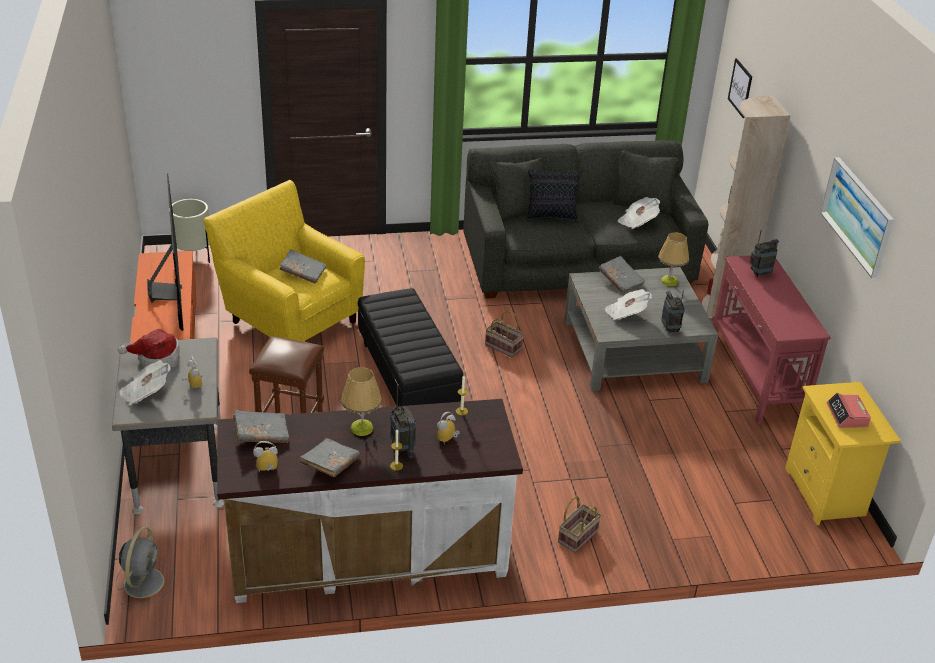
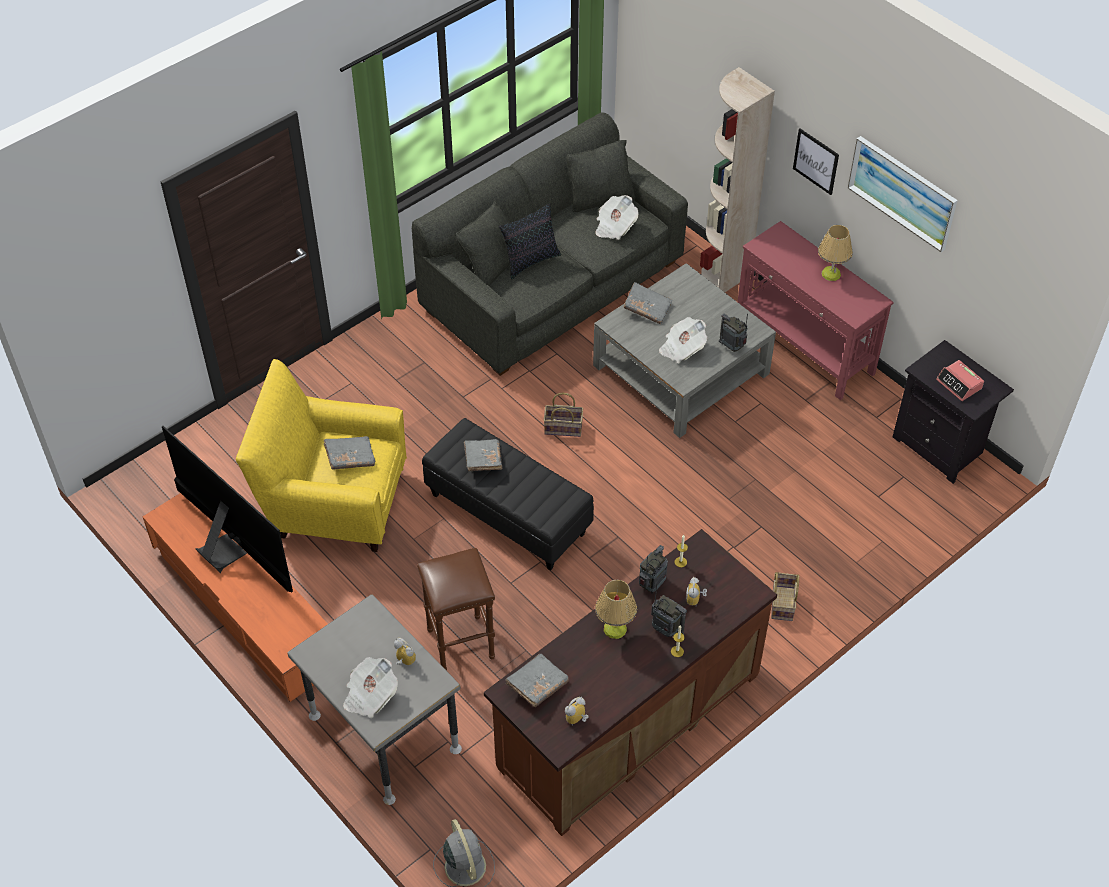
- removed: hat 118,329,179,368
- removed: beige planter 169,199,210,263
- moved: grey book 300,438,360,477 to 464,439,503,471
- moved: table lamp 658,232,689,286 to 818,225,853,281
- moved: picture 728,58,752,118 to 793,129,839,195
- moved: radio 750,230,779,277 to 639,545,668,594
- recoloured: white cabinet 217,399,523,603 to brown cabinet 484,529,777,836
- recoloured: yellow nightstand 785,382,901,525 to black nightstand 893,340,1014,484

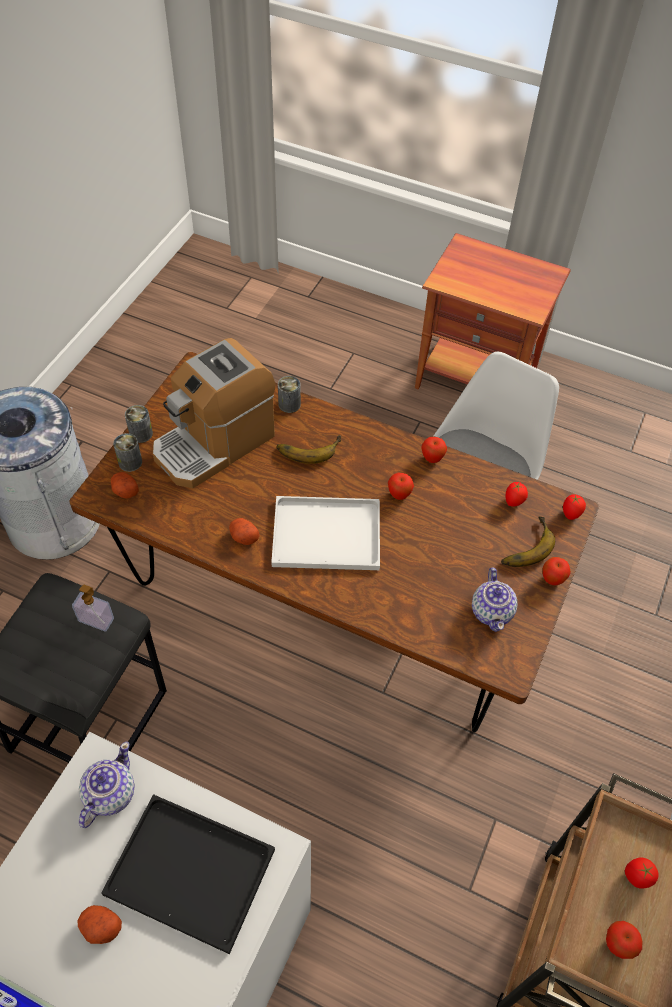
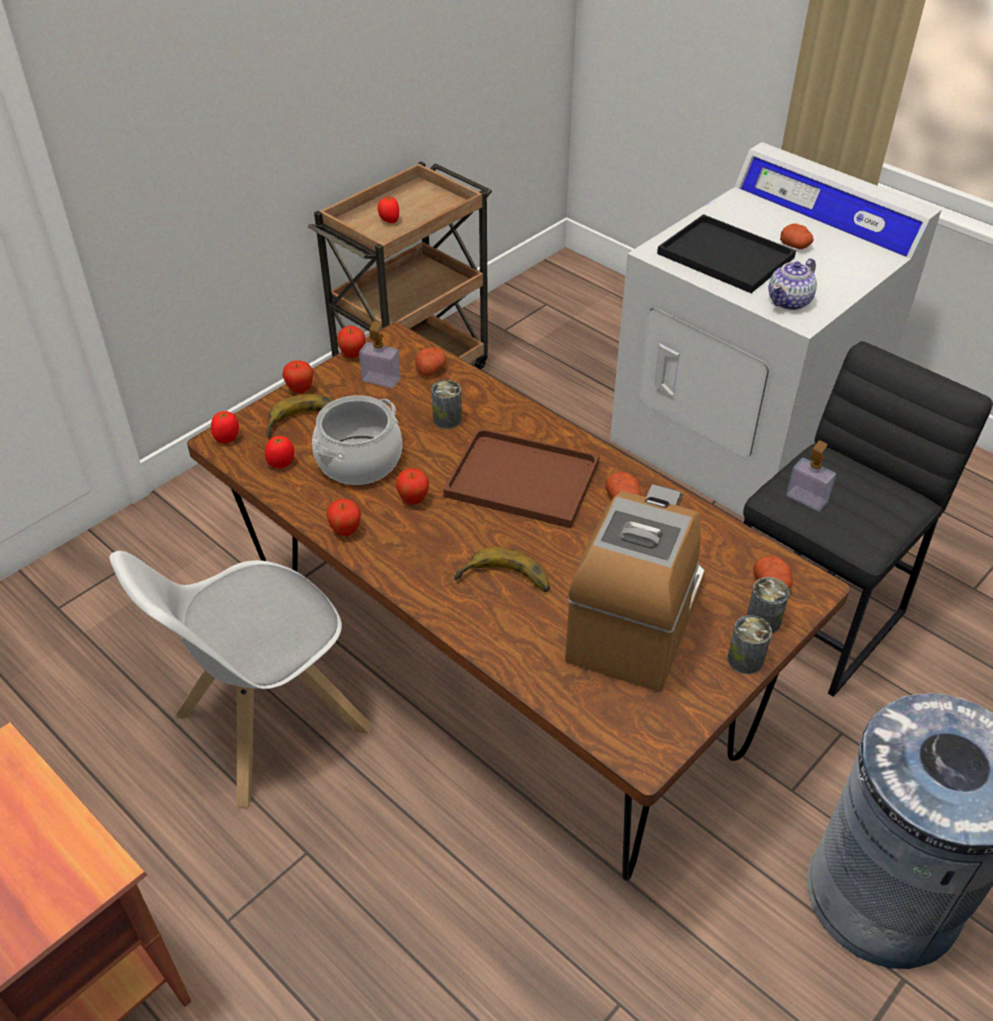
- added: cooking pot 312,395,402,485
- added: potato 415,347,446,377
- moved: can 278,376,301,413 to 432,380,462,429
- moved: apple 606,921,642,959 to 337,326,366,358
- replaced: teapot 472,567,518,632 to soap dispenser 359,321,401,388
- recoloured: white tray 271,496,380,570 to brown tray 443,428,599,528
- turned: coffee machine 153,338,275,488 = 565,484,705,692 45 degrees counterclockwise

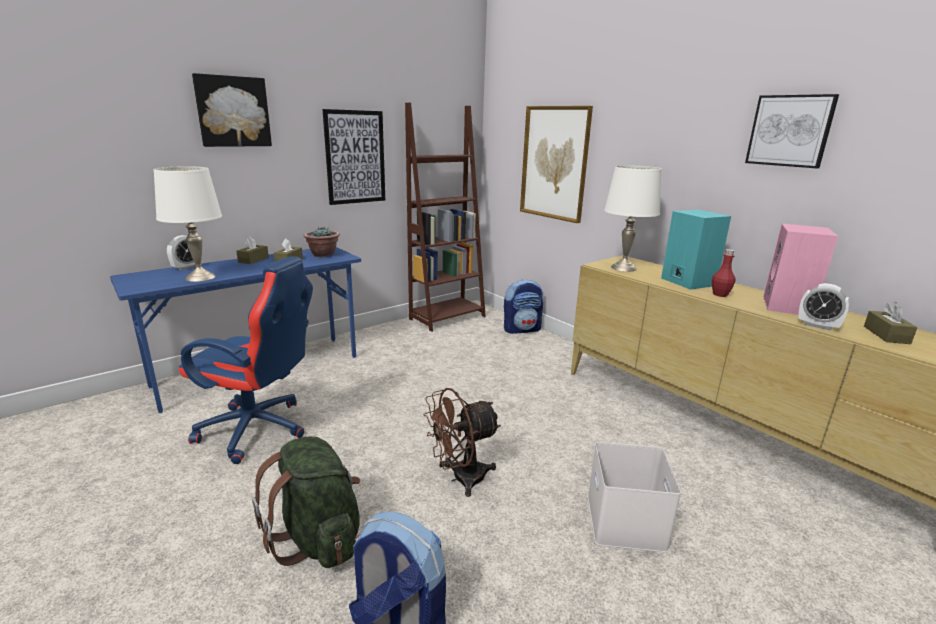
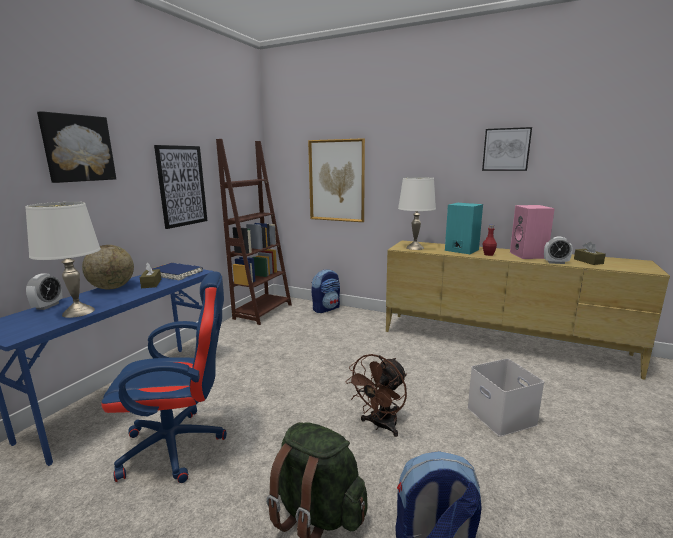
- replaced: brown tissue box 236,237,269,264 to globe 82,245,134,289
- replaced: potted plant 303,226,340,257 to blue book 152,263,203,280

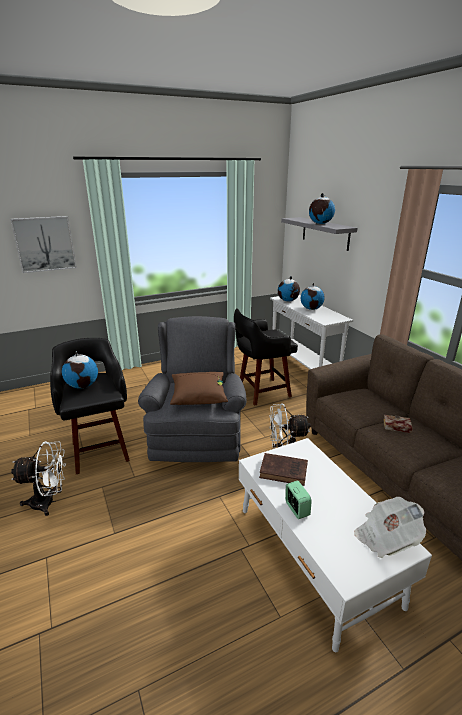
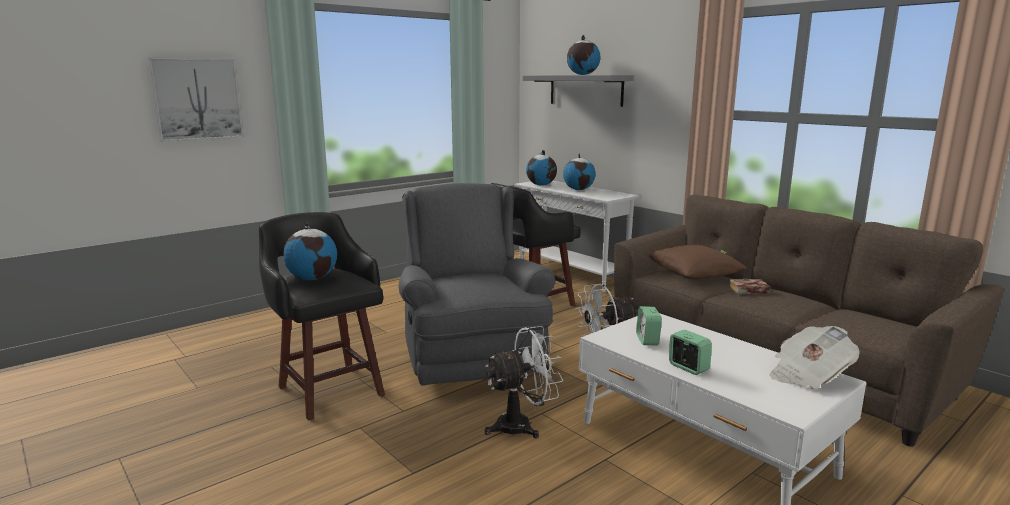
- moved: white fan 11,441,66,516 to 485,326,563,438
- moved: brown pillow 170,372,228,405 to 649,245,747,279
- replaced: brown book 259,453,308,486 to alarm clock 636,306,662,345

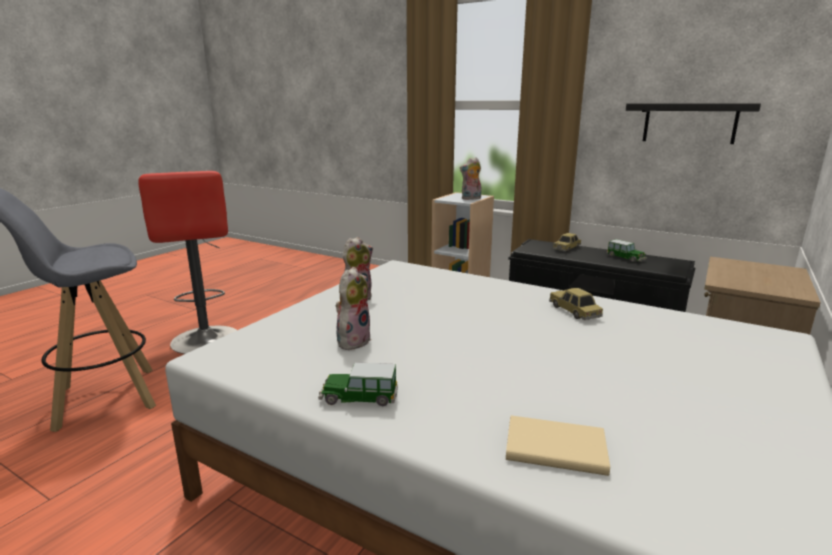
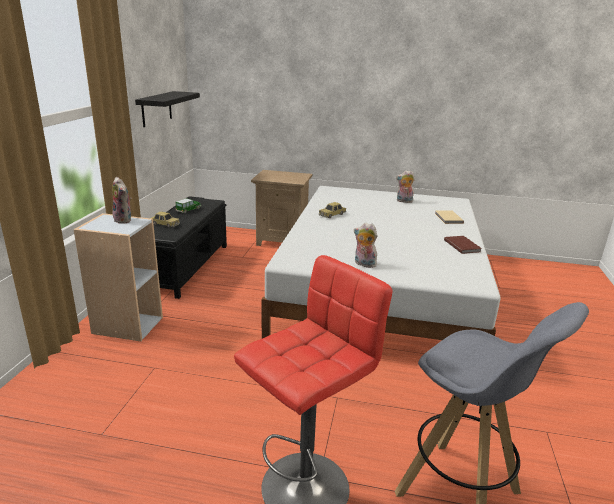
- moved: plush toy 336,267,371,350 to 396,170,415,203
- replaced: toy car 318,362,398,406 to brown book 444,236,482,254

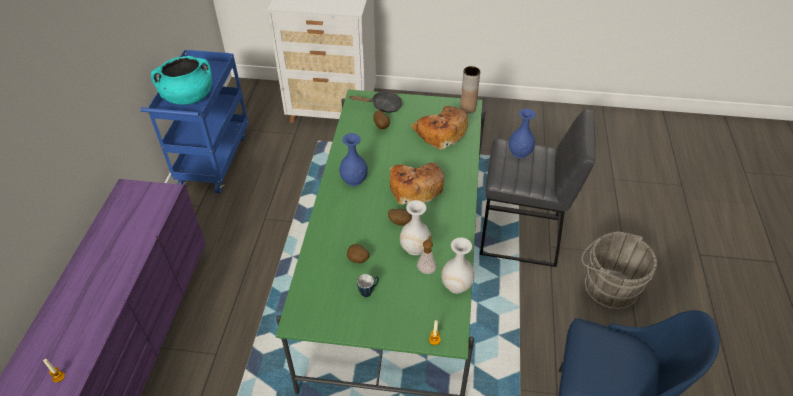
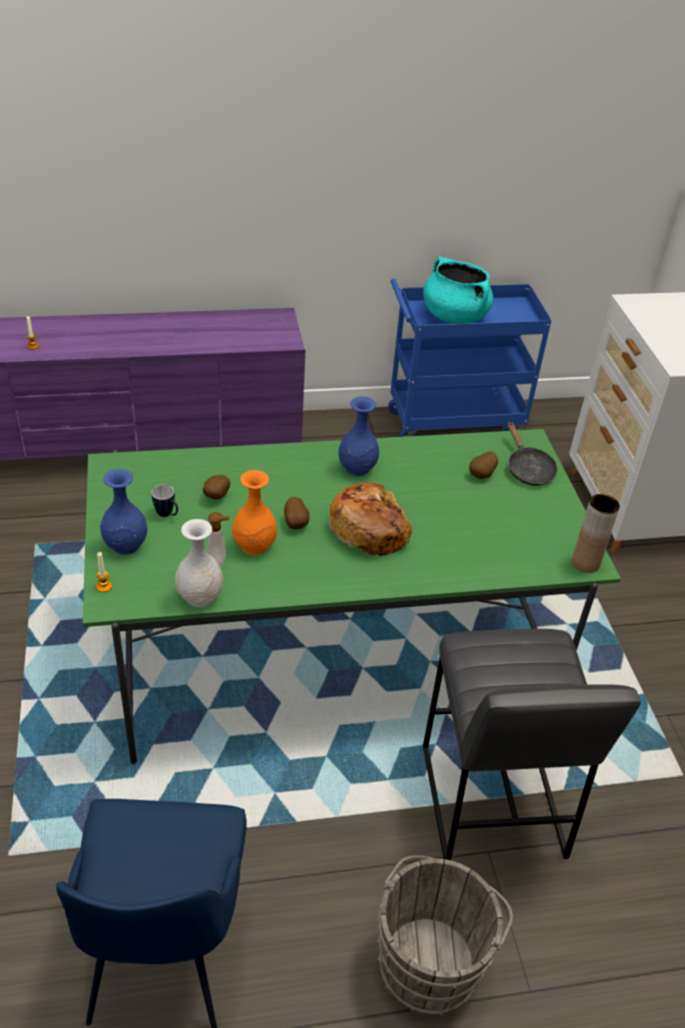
- removed: bread 411,106,468,149
- moved: blue vase 508,109,536,158 to 101,469,147,555
- recoloured: white vase 400,200,431,255 to orange vase 232,470,277,555

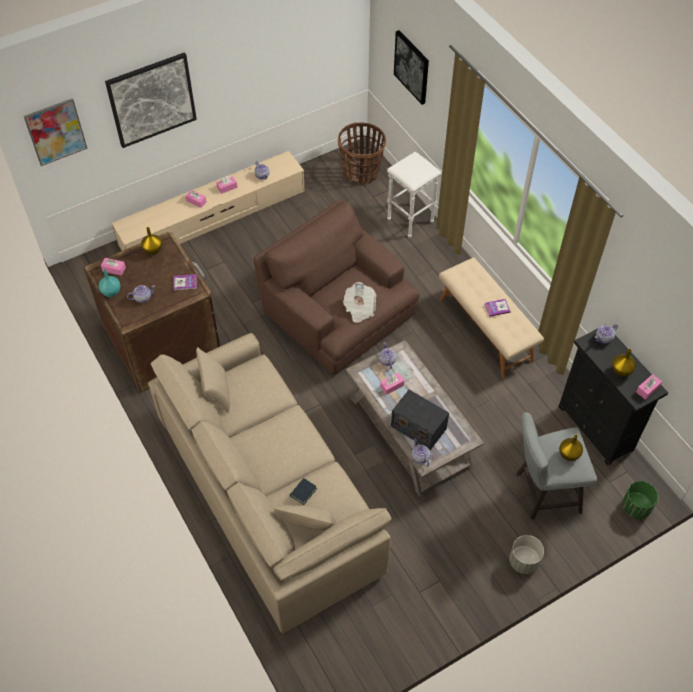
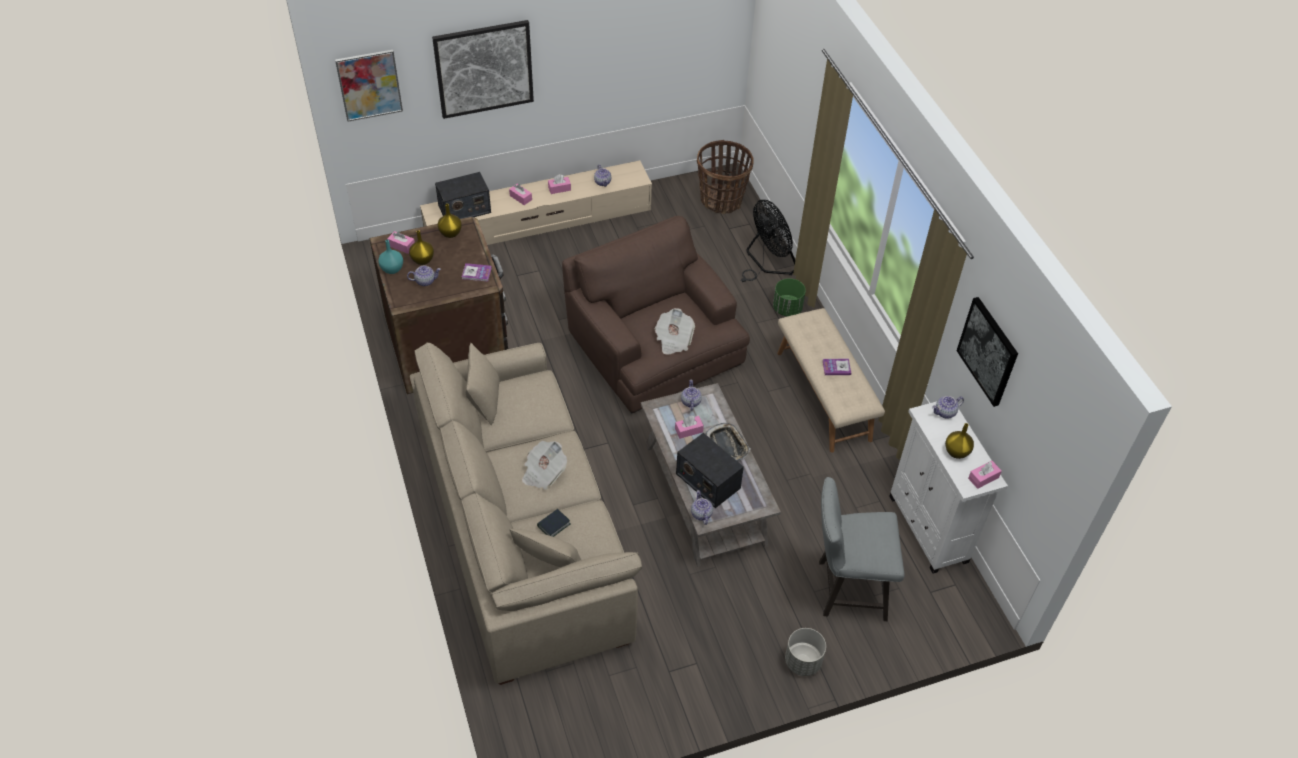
- added: radio 435,172,491,219
- added: newspaper 522,441,567,490
- added: tray 705,423,750,461
- moved: picture 394,30,429,105 to 957,297,1018,407
- moved: yellow vase 559,435,583,461 to 409,230,434,265
- moved: green planter 622,481,658,519 to 773,278,806,316
- replaced: white stool 387,152,441,238 to black fan 741,200,795,282
- recoloured: black cabinet 559,324,668,466 to white cabinet 889,401,1008,574

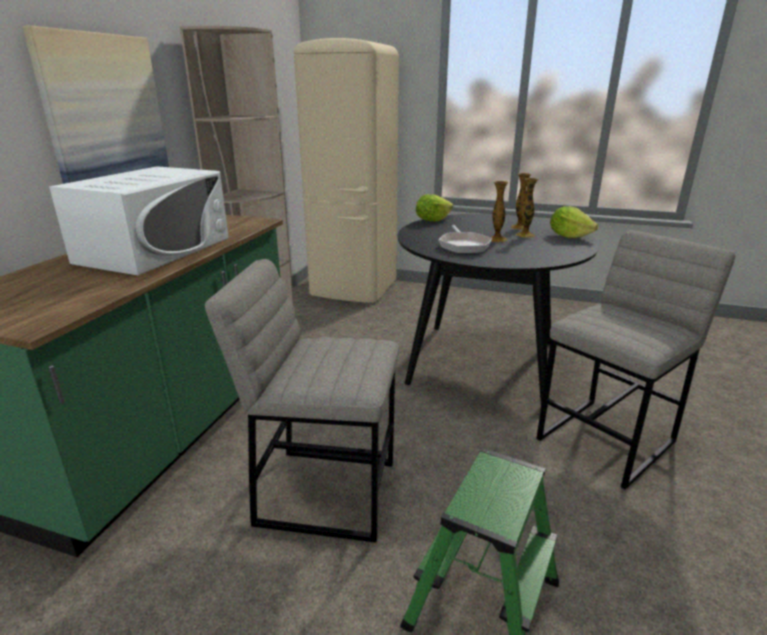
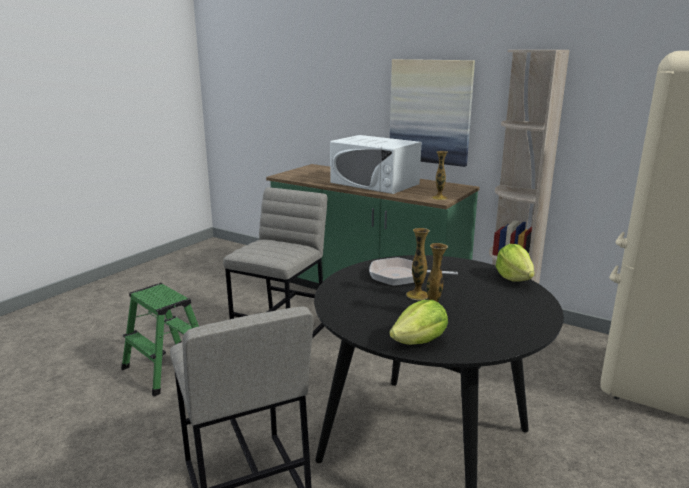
- moved: vase 511,173,531,230 to 432,151,448,200

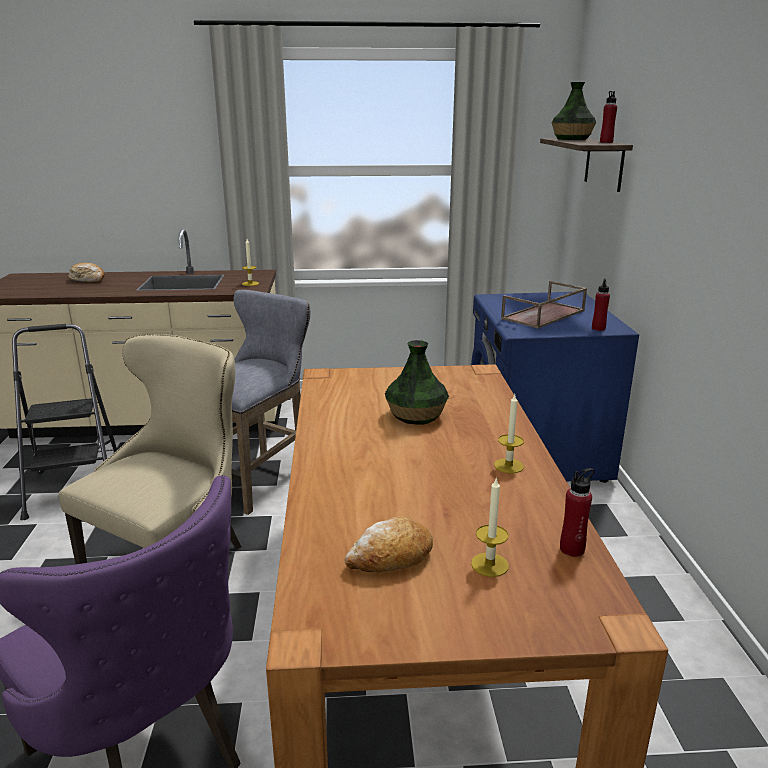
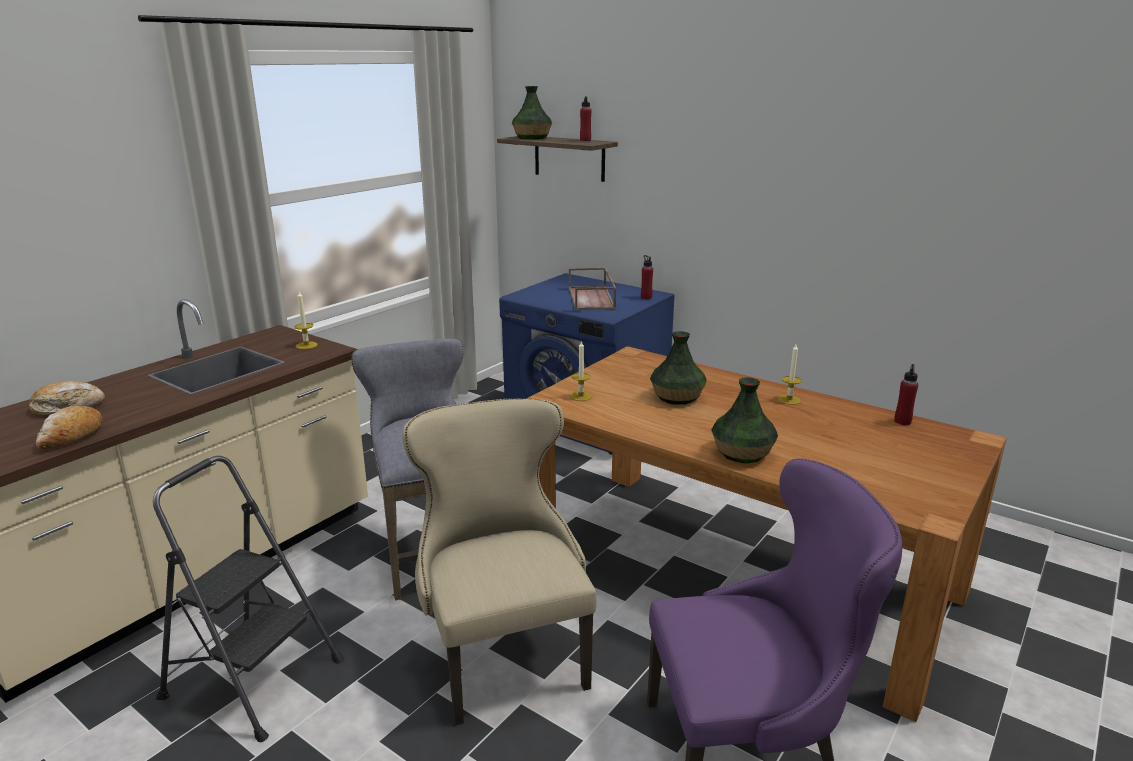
- added: vase 711,377,778,463
- moved: bread 345,516,433,572 to 36,405,102,449
- moved: candle 471,477,509,577 to 570,340,592,401

